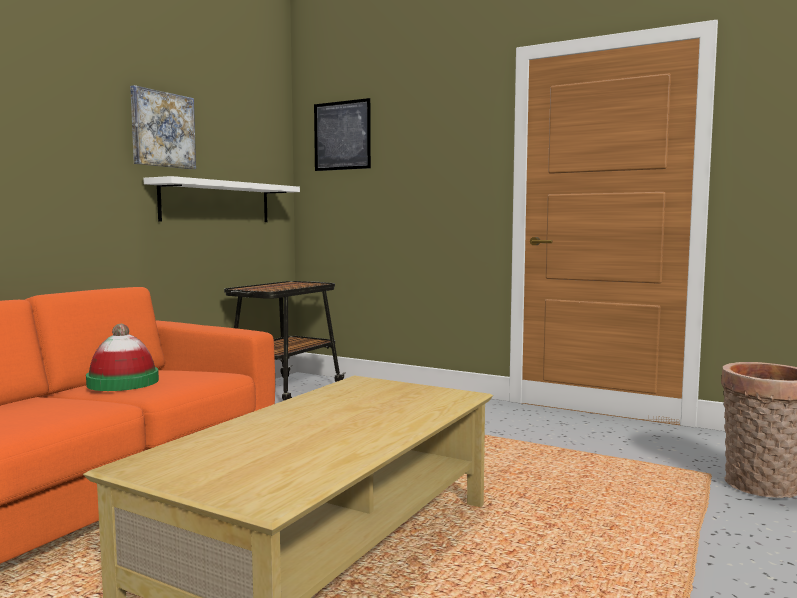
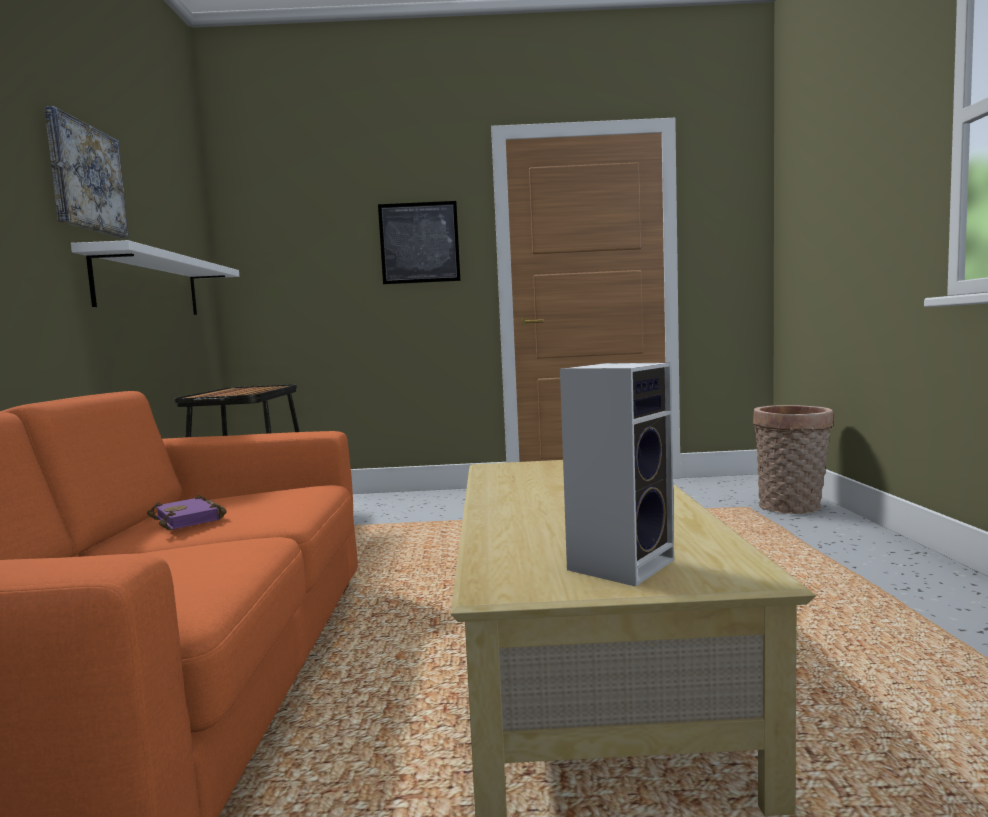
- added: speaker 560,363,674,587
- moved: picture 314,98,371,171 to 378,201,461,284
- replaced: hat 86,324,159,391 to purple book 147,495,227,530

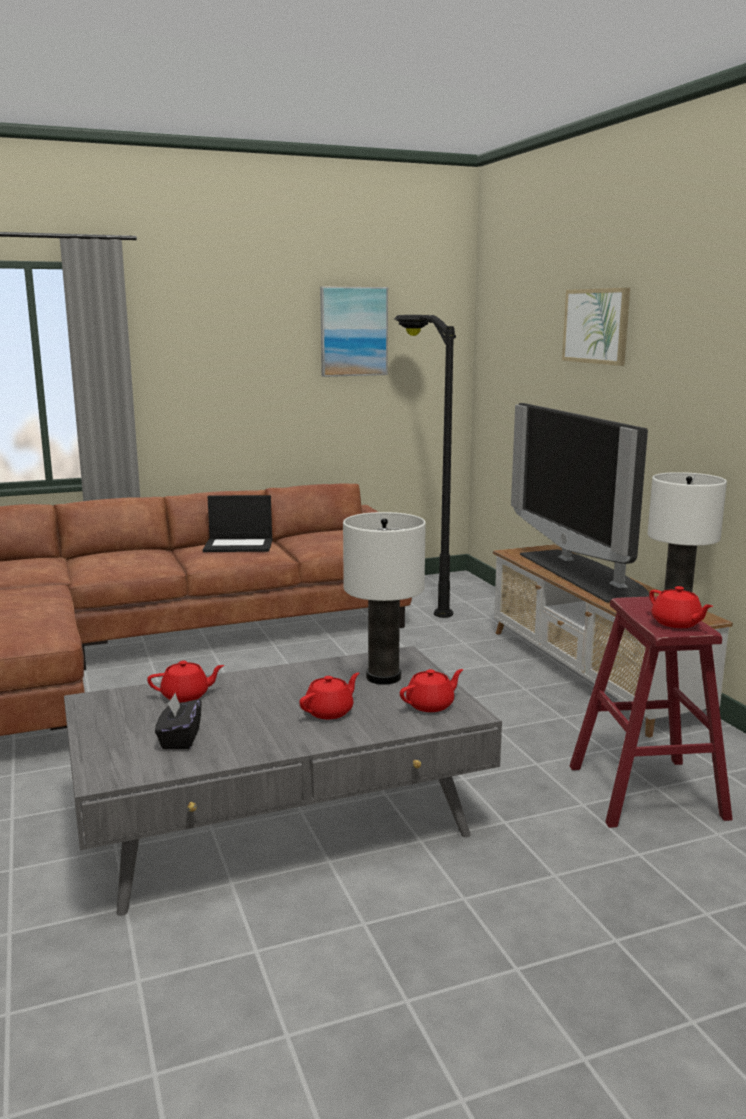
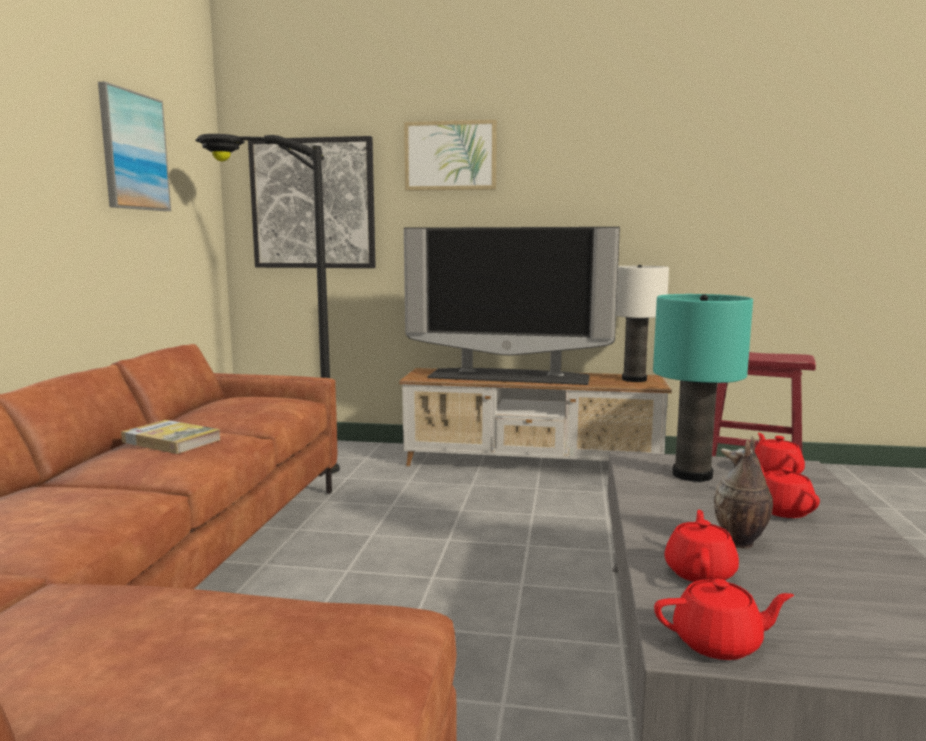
- removed: black tissue box 155,693,202,749
- added: picture 248,136,376,268
- added: vase 714,436,773,549
- moved: red teapot 649,586,713,628 to 654,579,794,660
- replaced: laptop 203,495,273,552 to book 121,420,221,454
- recoloured: white table lamp 343,512,426,685 to turquoise table lamp 653,294,753,482

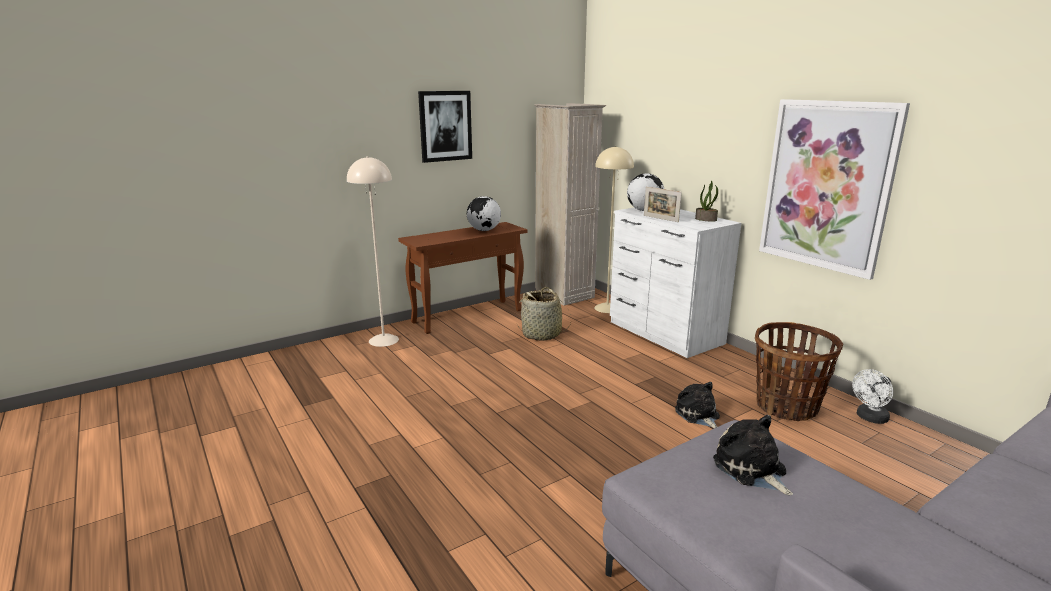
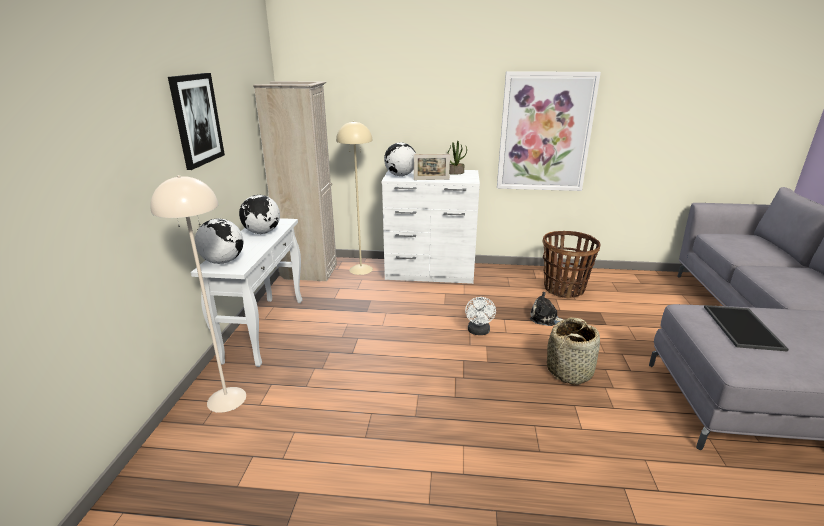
- added: globe 195,219,243,264
- moved: basket 517,287,571,341 to 547,318,600,385
- moved: white fan 852,369,893,424 to 465,297,496,335
- replaced: plush toy 713,415,793,496 to tray 704,305,789,352
- recoloured: brown console table 398,222,527,334 to white console table 191,218,302,367

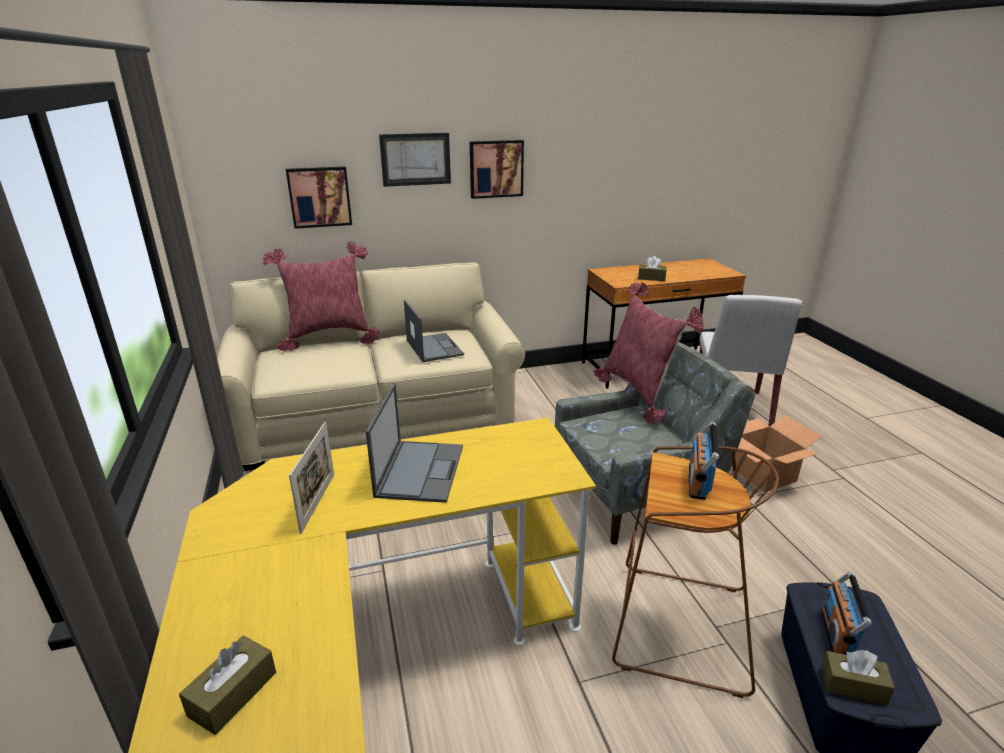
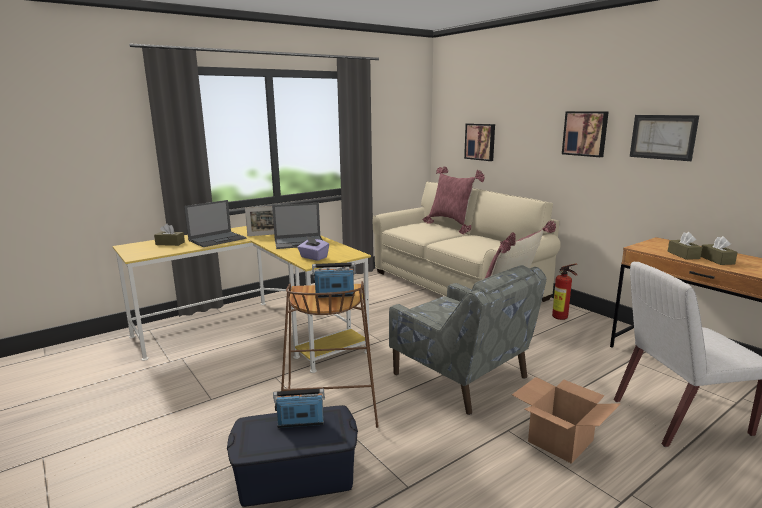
- added: purple tissue box 297,236,329,261
- added: fire extinguisher 552,263,577,320
- moved: picture 379,133,451,187 to 630,115,699,161
- moved: laptop 404,300,464,362 to 184,200,246,247
- moved: brown tissue box 821,650,895,705 to 701,236,738,265

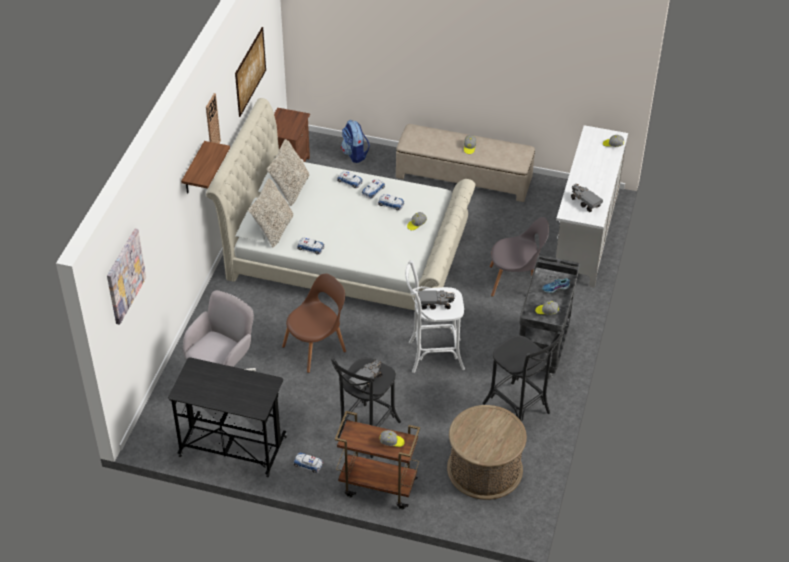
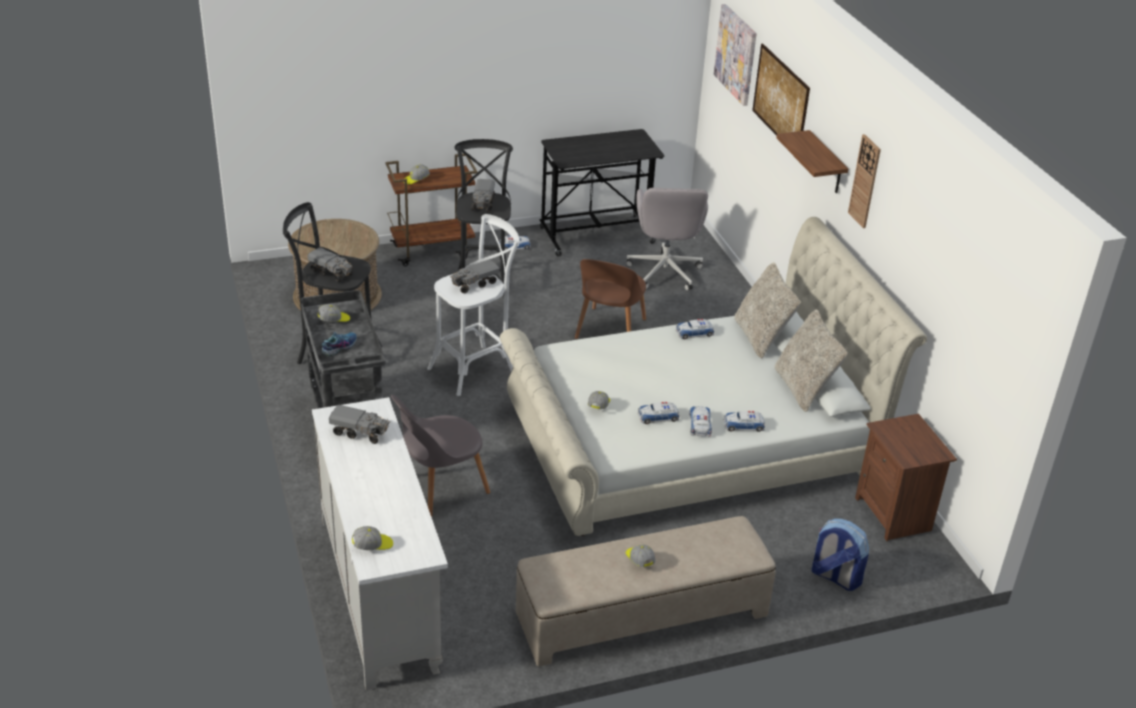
- added: toy truck 307,247,353,282
- moved: picture 235,27,266,117 to 752,43,810,136

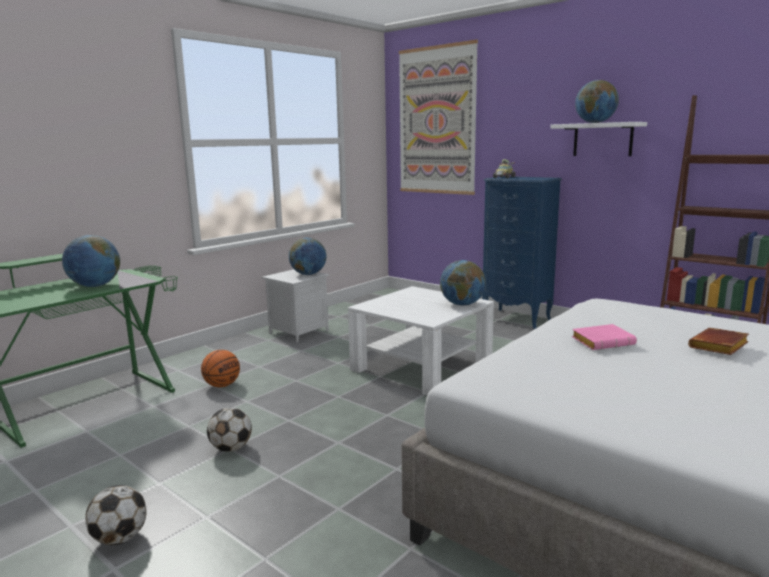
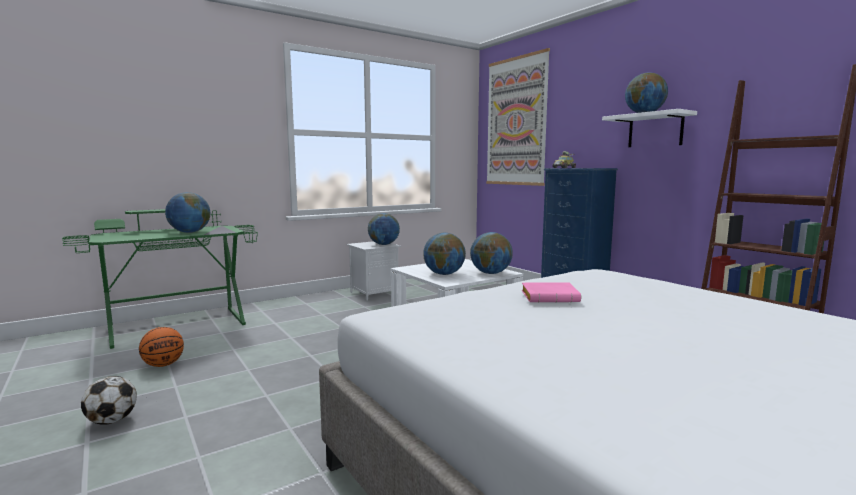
- removed: football 207,408,252,452
- removed: brown book 688,328,749,355
- added: globe 423,233,466,275
- moved: basketball 201,350,240,387 to 139,327,184,367

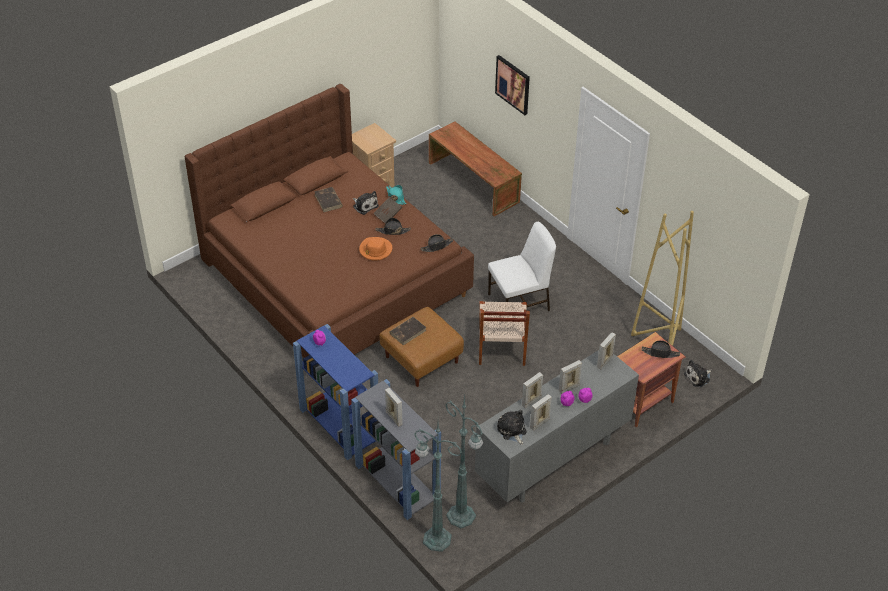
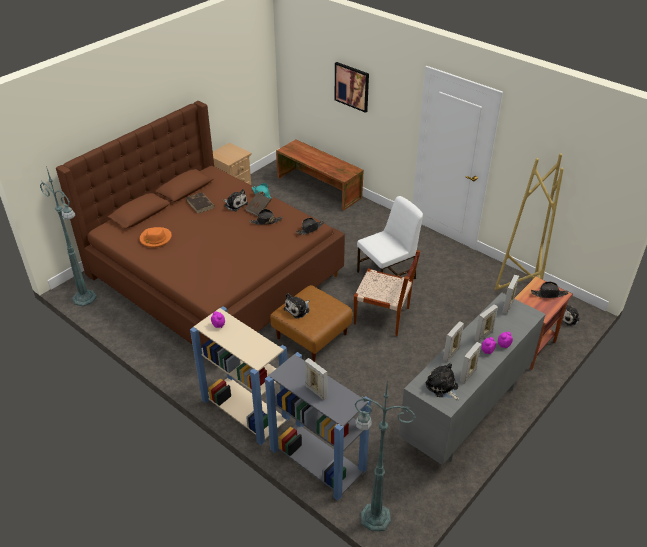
- moved: orange hat 359,237,392,261 to 140,227,172,248
- moved: green floor lamp 445,392,483,528 to 40,166,97,307
- replaced: brown book 389,317,426,345 to plush toy 284,293,310,318
- recoloured: blue bookcase 293,324,378,460 to beige bookcase 190,306,290,445
- turned: chair 479,301,530,366 = 354,250,421,336 60 degrees counterclockwise

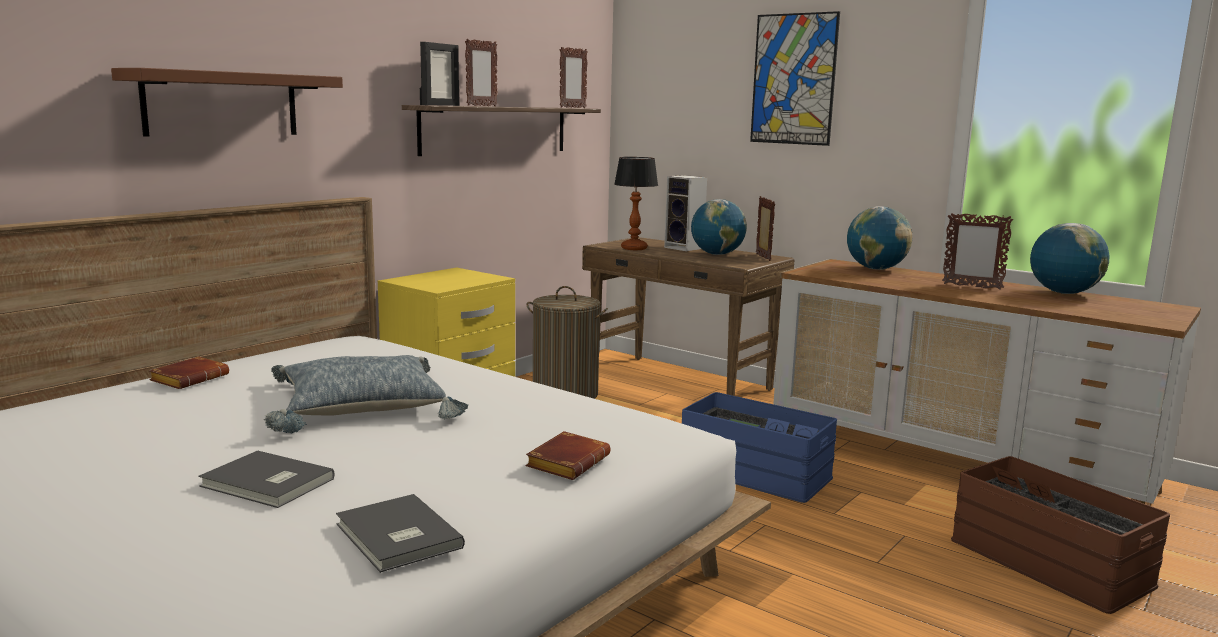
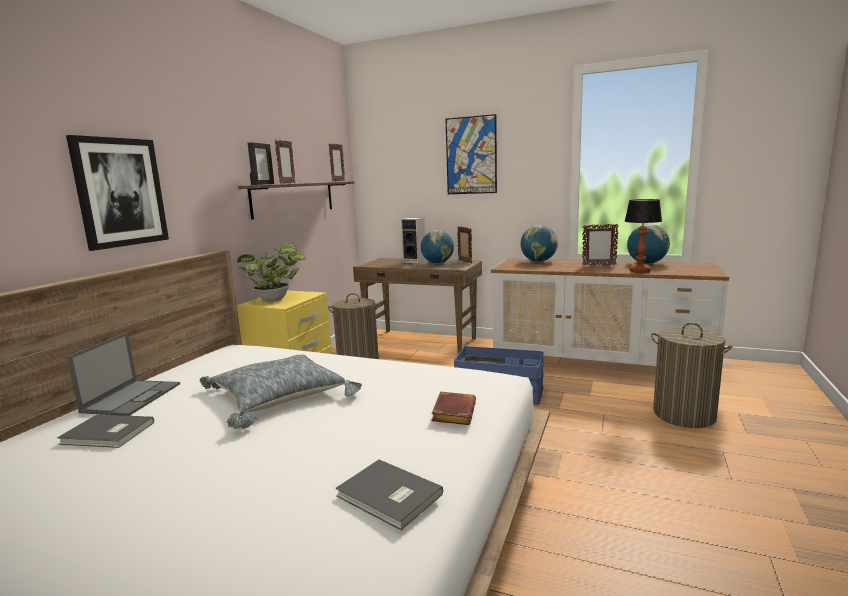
- added: potted plant 237,243,306,301
- moved: grey book 198,450,335,508 to 57,414,154,448
- moved: table lamp 614,157,658,250 to 624,199,662,273
- replaced: brown shelf 111,68,343,137 to picture 66,135,169,251
- replaced: brown book 149,356,229,389 to laptop 66,332,180,416
- replaced: brown storage box 951,456,1170,614 to laundry basket 651,323,733,428

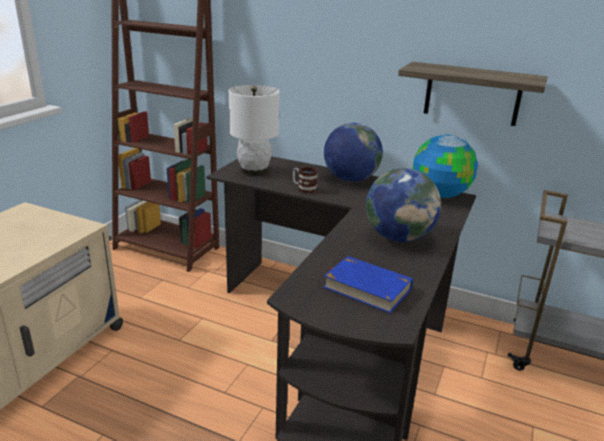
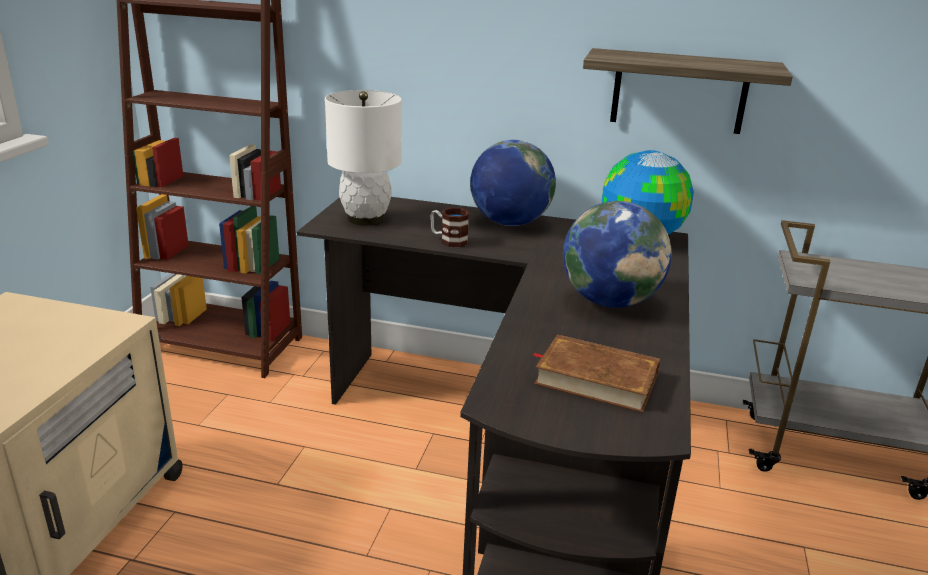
- recoloured: blue book 323,256,413,313 to brown book 533,335,660,413

